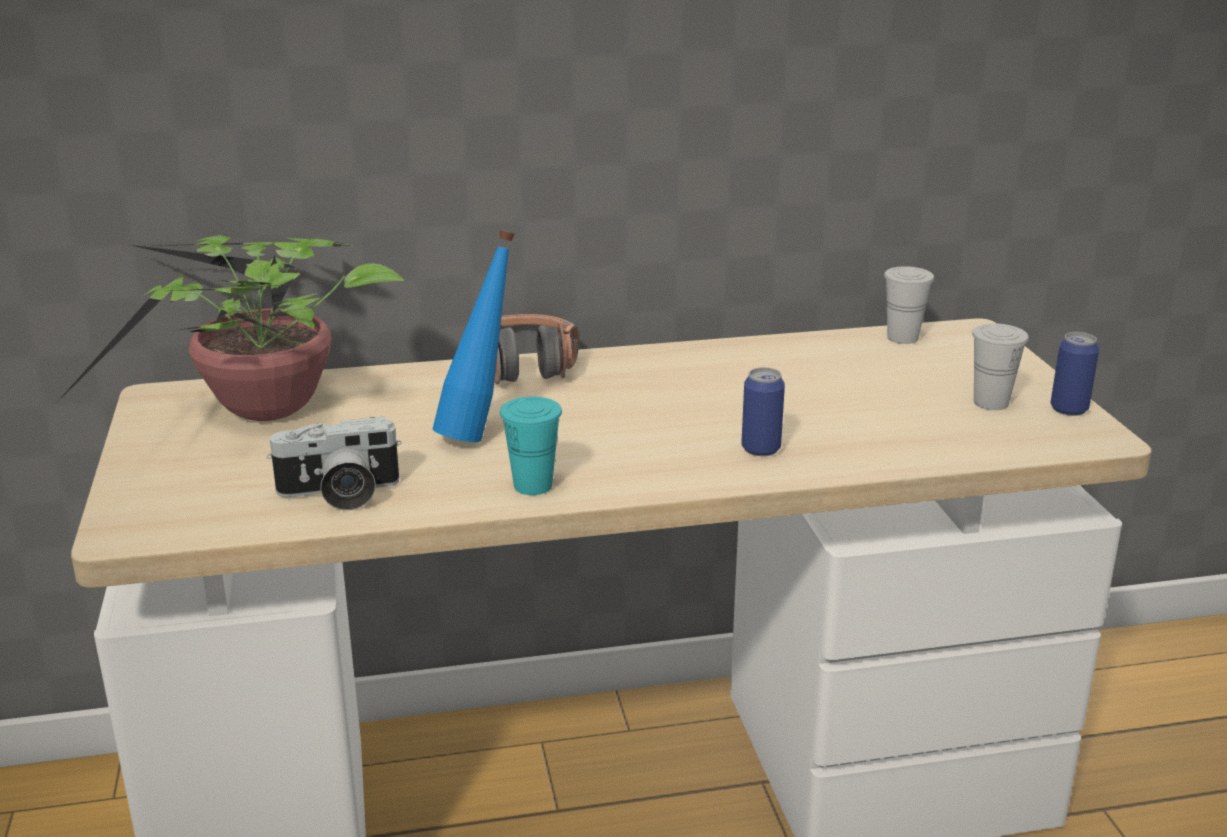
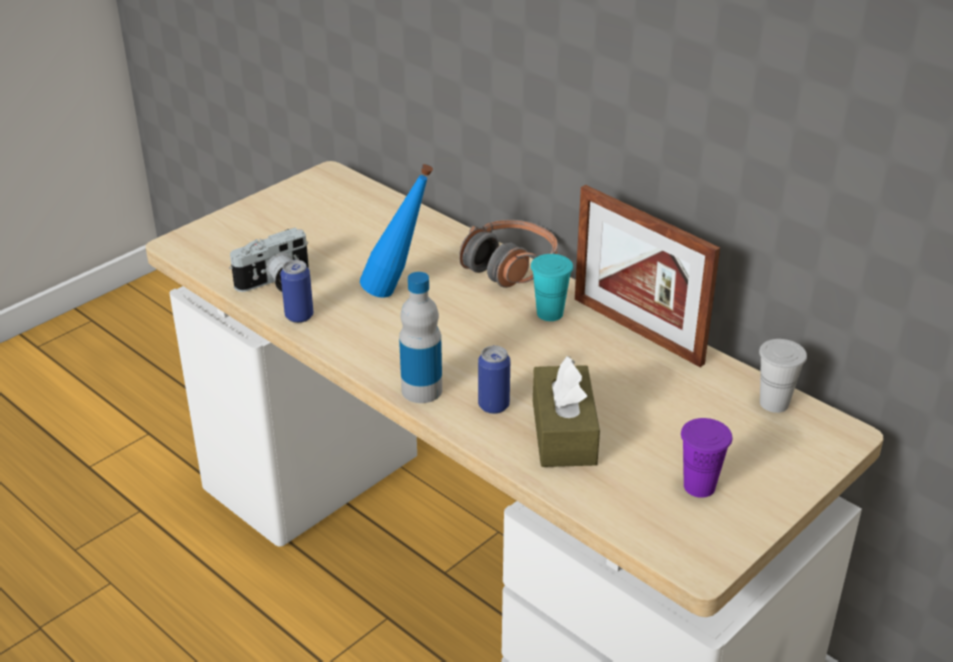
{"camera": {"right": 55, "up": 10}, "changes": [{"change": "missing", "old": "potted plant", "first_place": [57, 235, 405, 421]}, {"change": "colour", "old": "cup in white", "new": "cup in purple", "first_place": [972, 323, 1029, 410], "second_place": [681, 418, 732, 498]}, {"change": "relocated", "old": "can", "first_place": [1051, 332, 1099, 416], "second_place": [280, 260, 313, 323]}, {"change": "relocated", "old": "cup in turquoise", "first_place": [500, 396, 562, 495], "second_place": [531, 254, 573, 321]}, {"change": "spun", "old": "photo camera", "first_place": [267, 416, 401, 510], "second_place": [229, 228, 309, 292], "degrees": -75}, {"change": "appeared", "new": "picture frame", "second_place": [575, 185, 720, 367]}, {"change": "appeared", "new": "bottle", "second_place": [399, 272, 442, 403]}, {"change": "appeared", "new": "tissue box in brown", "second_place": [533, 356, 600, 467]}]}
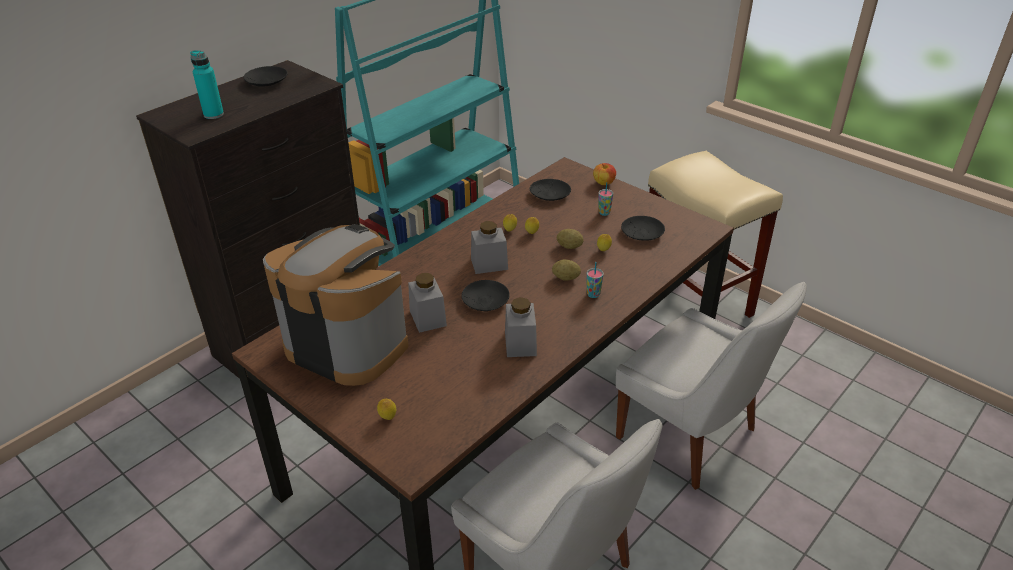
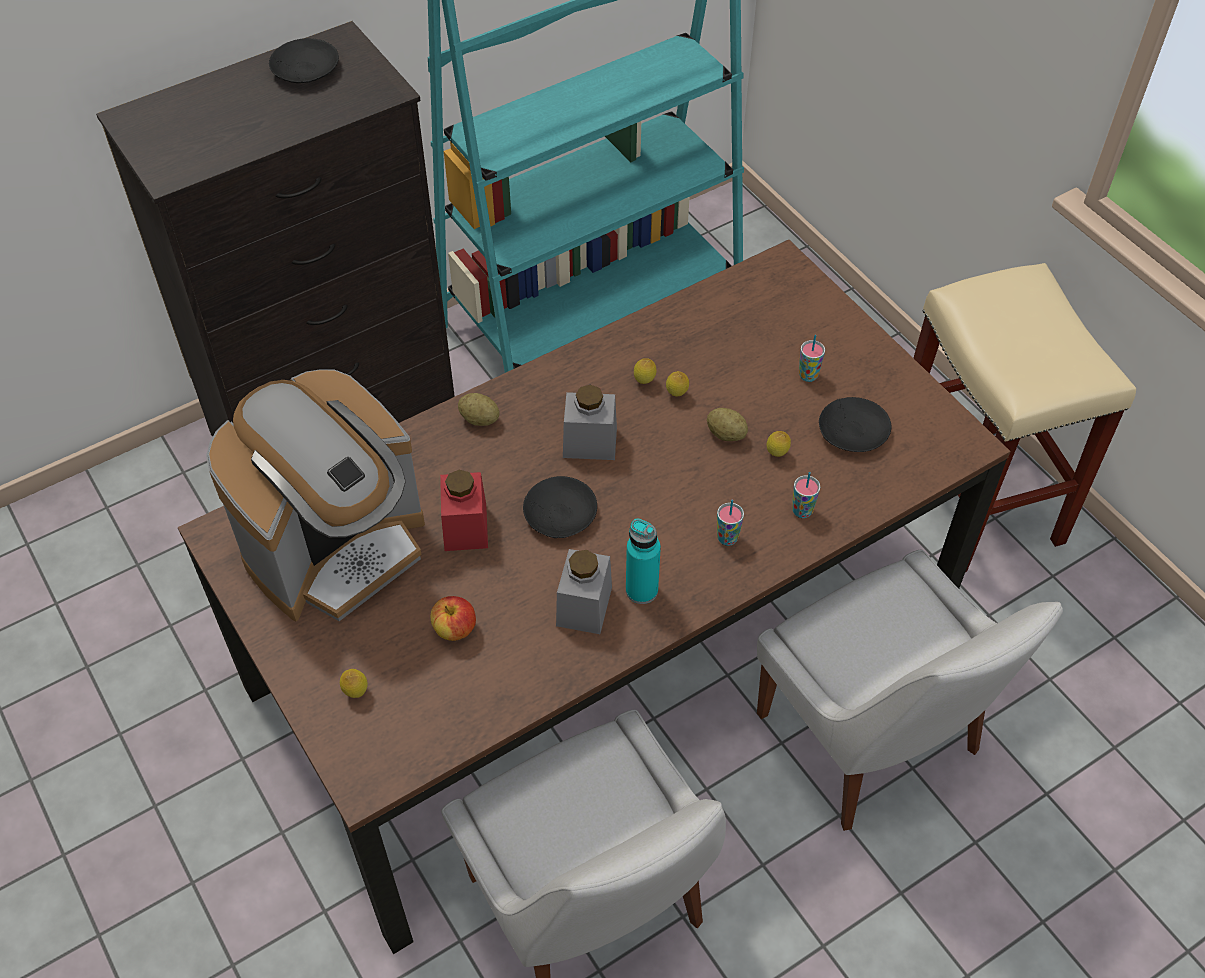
{"camera": {"right": 15, "up": 15}, "changes": [{"change": "relocated", "old": "bottle in turquoise", "first_place": [190, 50, 224, 119], "second_place": [626, 519, 661, 604]}, {"change": "relocated", "old": "apple", "first_place": [593, 163, 616, 185], "second_place": [431, 596, 476, 641]}, {"change": "missing", "old": "plate in black", "first_place": [529, 179, 571, 201]}, {"change": "spun", "old": "coffee machine", "first_place": [263, 224, 409, 386], "second_place": [206, 370, 425, 622], "degrees": 90}, {"change": "relocated", "old": "potato", "first_place": [552, 259, 581, 281], "second_place": [458, 393, 500, 426]}, {"change": "colour", "old": "jar in grey", "new": "jar in red", "first_place": [408, 273, 447, 333], "second_place": [440, 470, 488, 551]}, {"change": "appeared", "new": "cup", "second_place": [792, 472, 820, 518]}]}
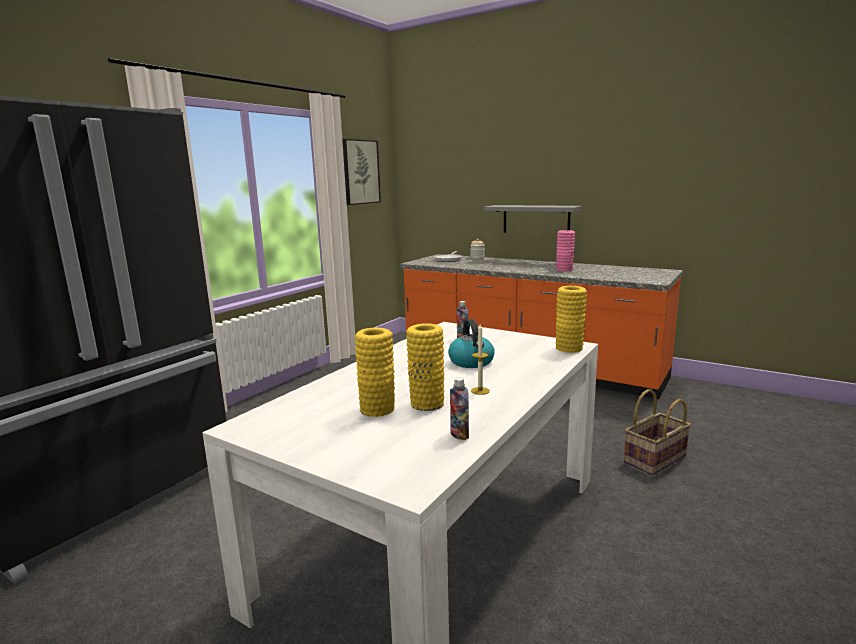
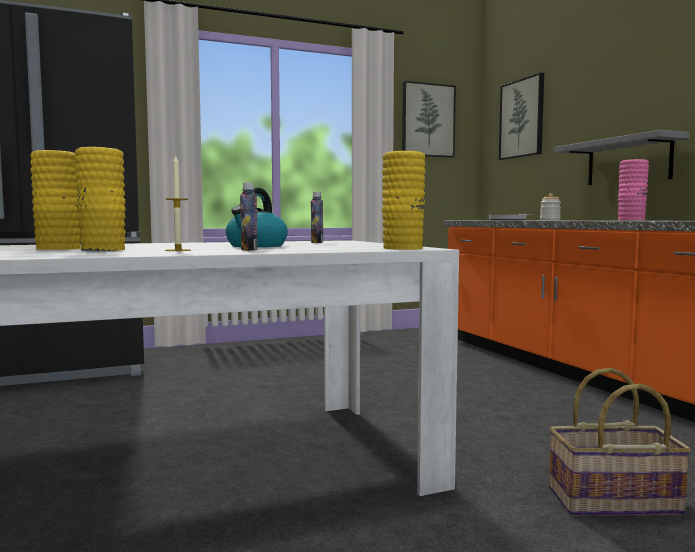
{"camera": {"right": 35, "up": -10}, "changes": [{"change": "relocated", "old": "bottle", "first_place": [450, 377, 469, 440], "second_place": [240, 183, 258, 251]}, {"change": "appeared", "new": "picture", "second_place": [499, 73, 544, 160]}]}
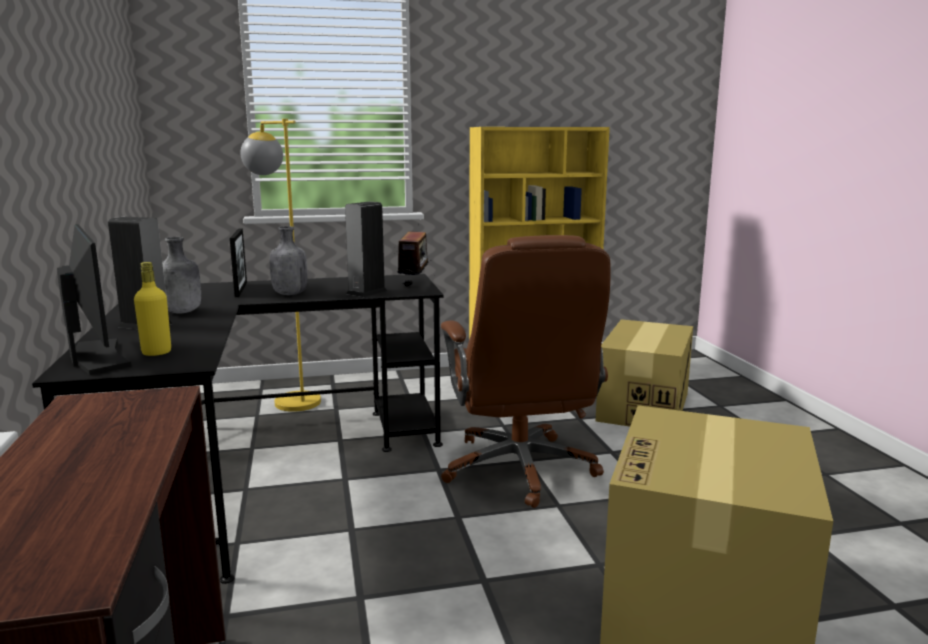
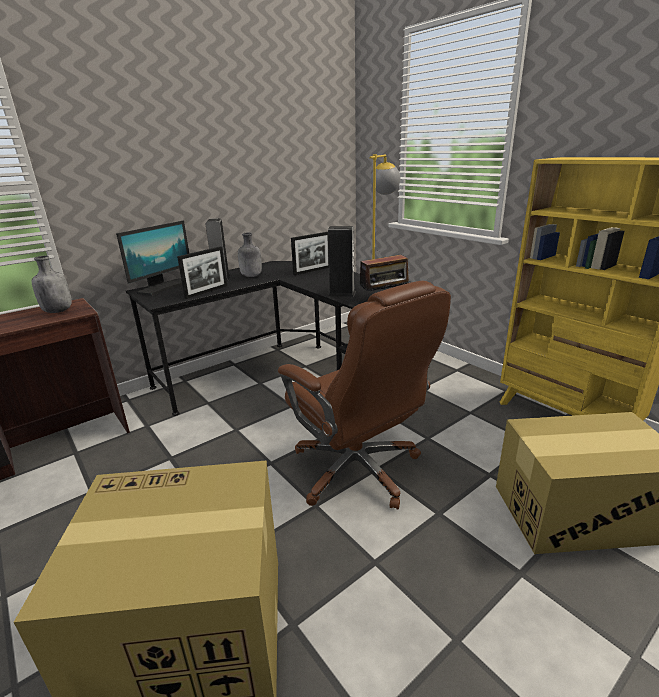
{"camera": {"right": 65, "up": 10}, "changes": [{"change": "relocated", "old": "bottle in grey", "first_place": [270, 226, 307, 295], "second_place": [32, 256, 71, 313]}, {"change": "spun", "old": "office chair in brown", "first_place": [441, 235, 610, 508], "second_place": [278, 281, 451, 509], "degrees": -90}, {"change": "missing", "old": "bottle in yellow", "first_place": [134, 262, 171, 356]}, {"change": "appeared", "new": "picture frame", "second_place": [177, 246, 227, 299]}]}
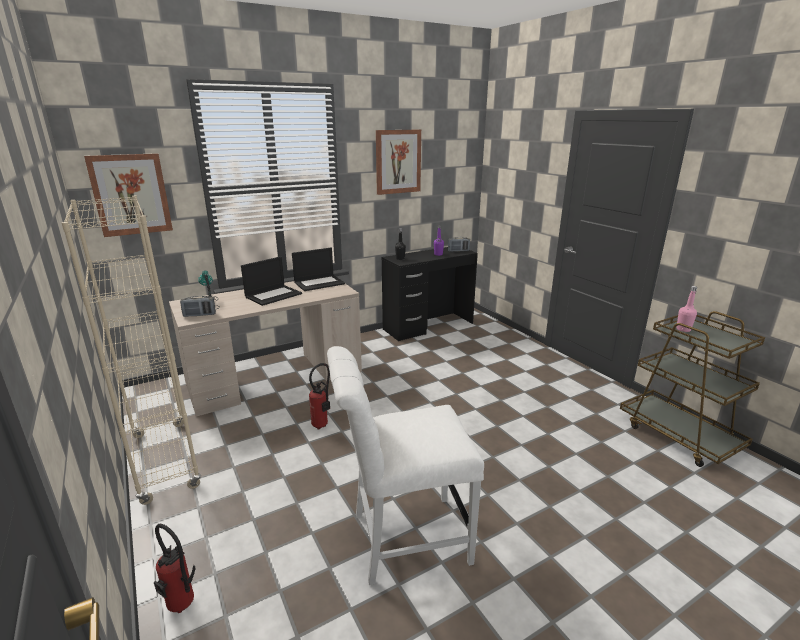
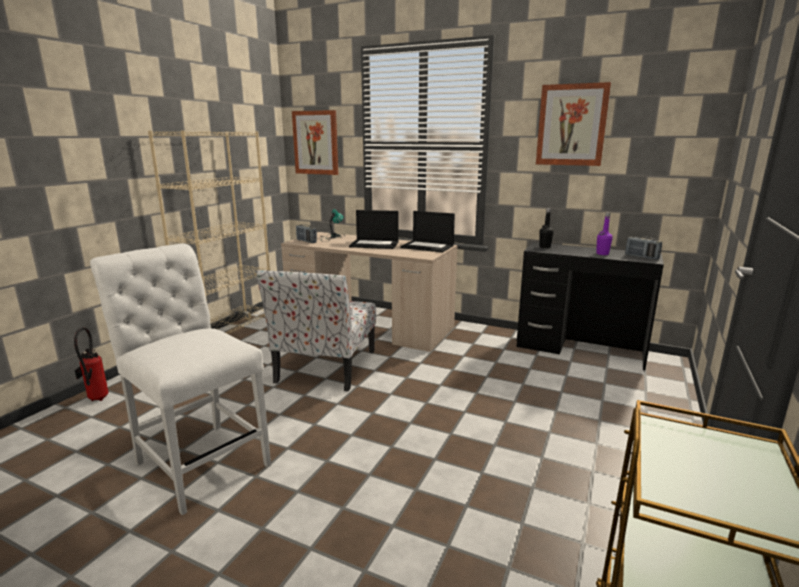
{"camera": {"right": 55, "up": -5}, "changes": [{"change": "missing", "old": "bottle in pink", "first_place": [676, 286, 697, 332]}, {"change": "exchanged", "old": "fire extinguisher", "new": "chair", "first_place": [309, 363, 330, 429], "second_place": [257, 270, 376, 391]}]}
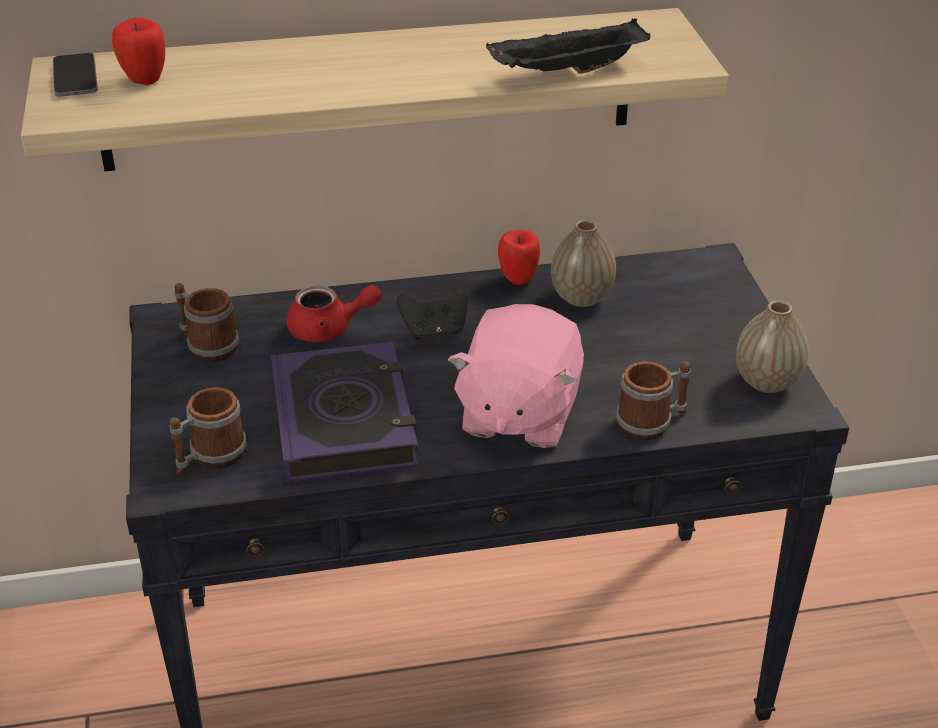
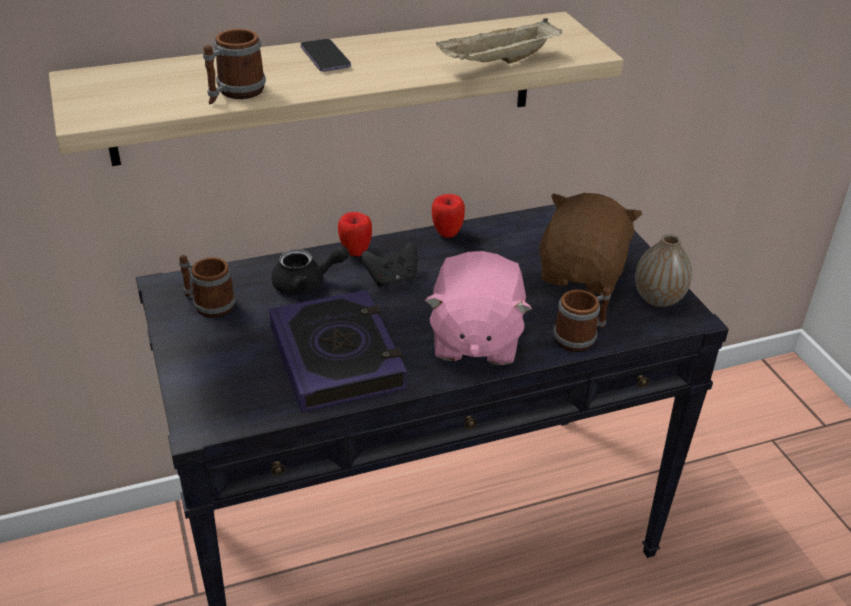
{"camera": {"right": -10, "up": 0}, "changes": [{"change": "relocated", "old": "apple", "first_place": [112, 18, 165, 85], "second_place": [338, 212, 372, 256]}, {"change": "colour", "old": "tray in black", "new": "tray in beige", "first_place": [486, 18, 650, 74], "second_place": [436, 18, 562, 64]}, {"change": "relocated", "old": "phone", "first_place": [53, 53, 98, 97], "second_place": [300, 39, 351, 72]}, {"change": "missing", "old": "vase", "first_place": [551, 220, 616, 307]}, {"change": "colour", "old": "teapot in red", "new": "teapot in black", "first_place": [286, 285, 382, 342], "second_place": [271, 245, 349, 295]}, {"change": "relocated", "old": "mug", "first_place": [169, 387, 247, 475], "second_place": [203, 29, 266, 104]}, {"change": "appeared", "new": "plush toy in brown", "second_place": [539, 193, 642, 295]}]}
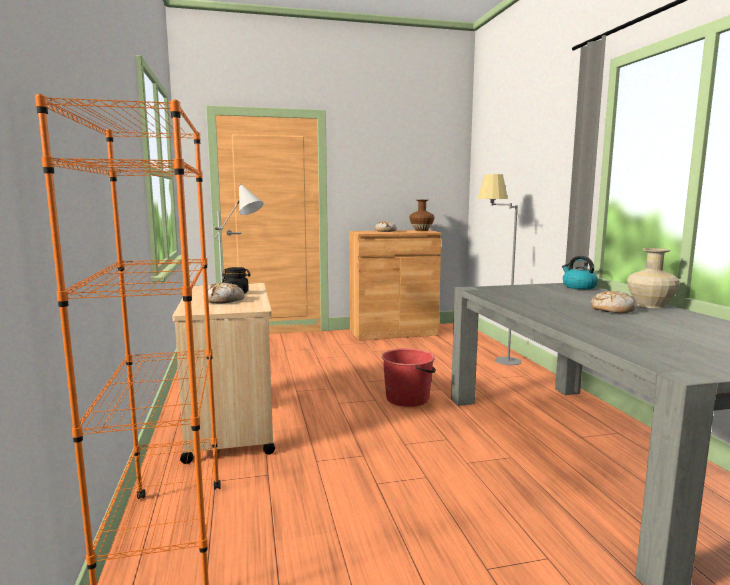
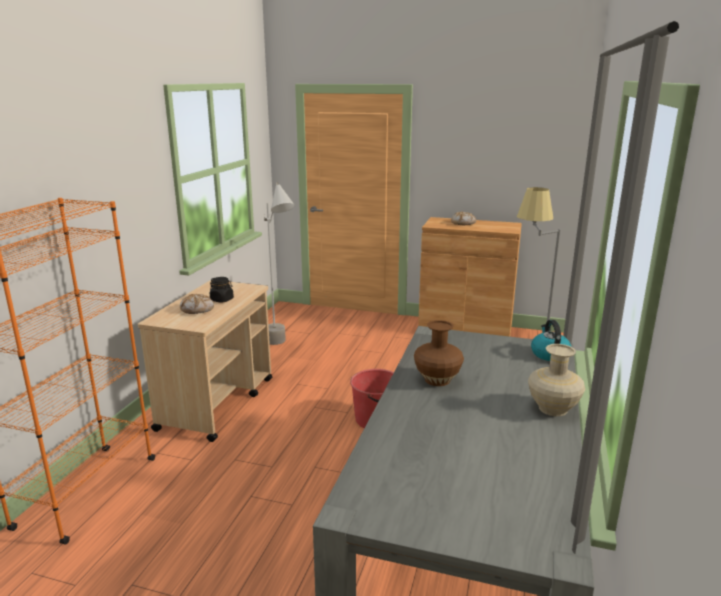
{"camera": {"right": 30, "up": 10}, "changes": [{"change": "relocated", "old": "vase in brown", "first_place": [409, 200, 435, 231], "second_place": [414, 320, 464, 386]}, {"change": "missing", "old": "bread", "first_place": [591, 291, 636, 313]}]}
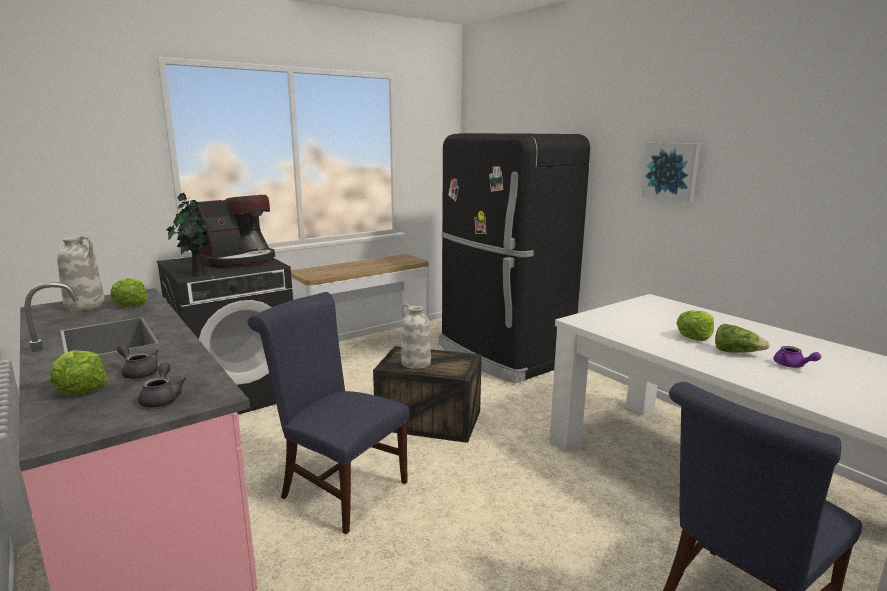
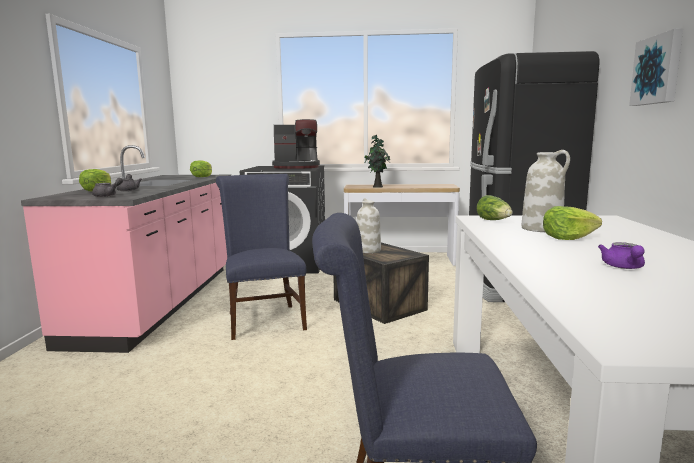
{"camera": {"right": 40, "up": -5}, "changes": [{"change": "relocated", "old": "potted plant", "first_place": [167, 193, 214, 276], "second_place": [364, 135, 390, 188]}, {"change": "relocated", "old": "vase in white", "first_place": [57, 235, 105, 311], "second_place": [521, 150, 570, 232]}, {"change": "relocated", "old": "lettuce", "first_place": [715, 324, 770, 353], "second_place": [477, 195, 513, 220]}]}
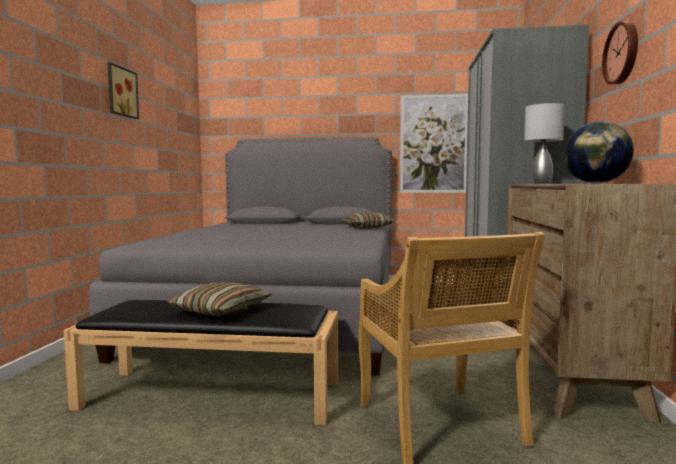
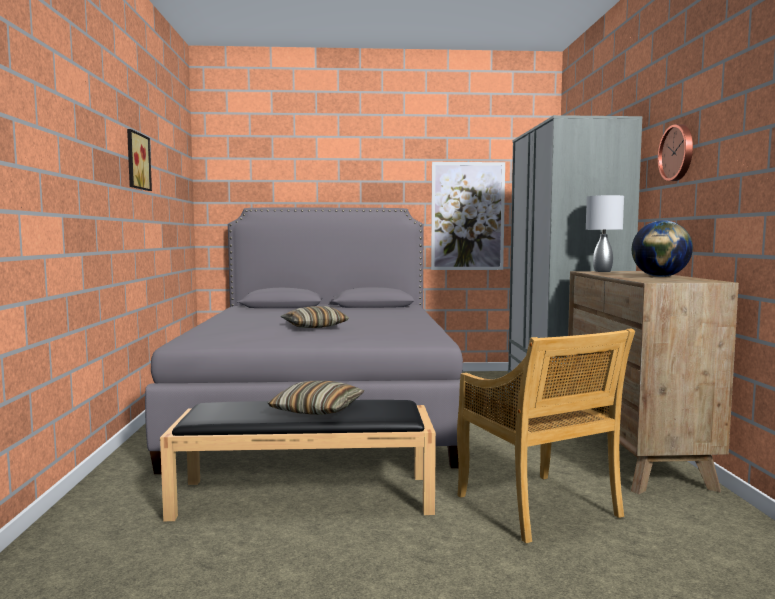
{"camera": {"right": -10, "up": 0}, "changes": [{"change": "relocated", "old": "pillow", "first_place": [342, 212, 394, 229], "second_place": [281, 306, 349, 328]}]}
